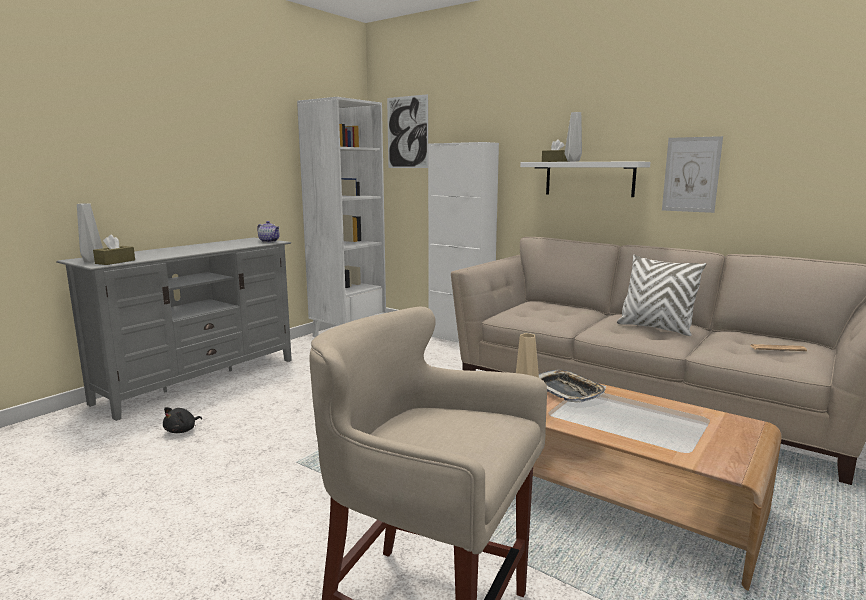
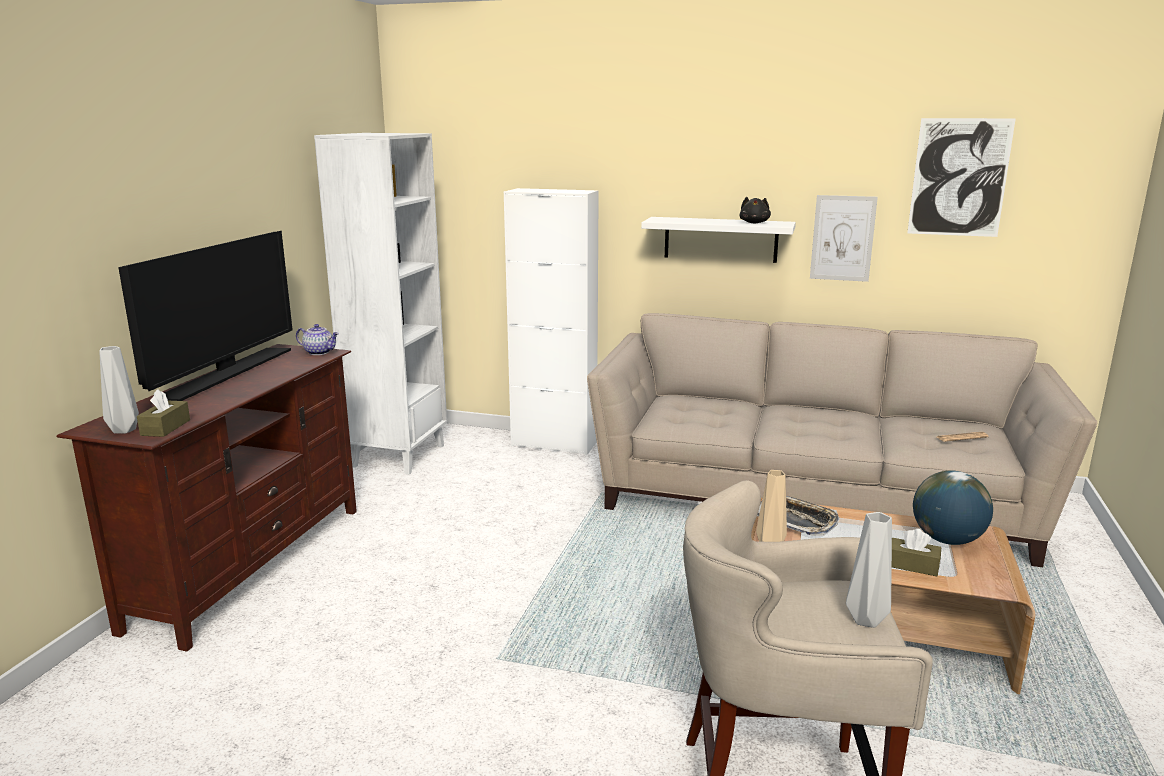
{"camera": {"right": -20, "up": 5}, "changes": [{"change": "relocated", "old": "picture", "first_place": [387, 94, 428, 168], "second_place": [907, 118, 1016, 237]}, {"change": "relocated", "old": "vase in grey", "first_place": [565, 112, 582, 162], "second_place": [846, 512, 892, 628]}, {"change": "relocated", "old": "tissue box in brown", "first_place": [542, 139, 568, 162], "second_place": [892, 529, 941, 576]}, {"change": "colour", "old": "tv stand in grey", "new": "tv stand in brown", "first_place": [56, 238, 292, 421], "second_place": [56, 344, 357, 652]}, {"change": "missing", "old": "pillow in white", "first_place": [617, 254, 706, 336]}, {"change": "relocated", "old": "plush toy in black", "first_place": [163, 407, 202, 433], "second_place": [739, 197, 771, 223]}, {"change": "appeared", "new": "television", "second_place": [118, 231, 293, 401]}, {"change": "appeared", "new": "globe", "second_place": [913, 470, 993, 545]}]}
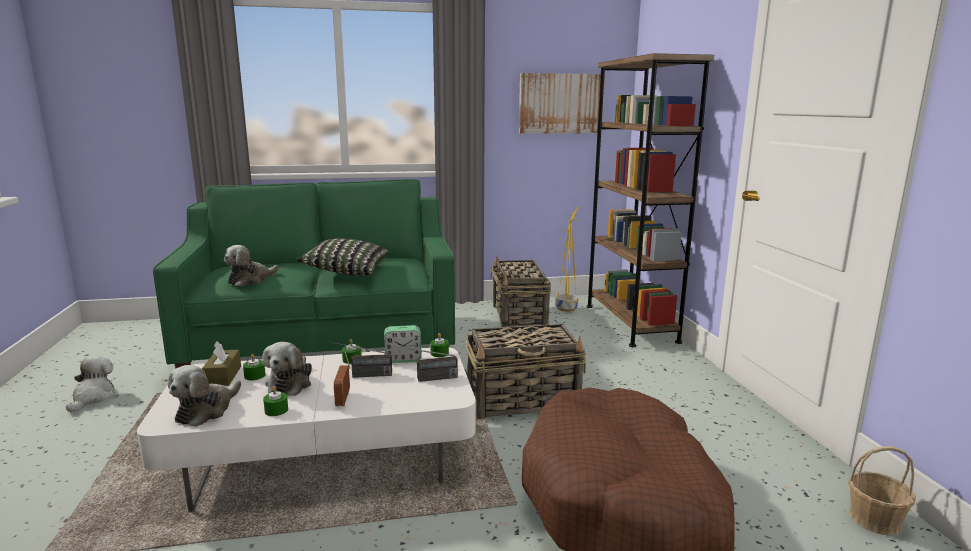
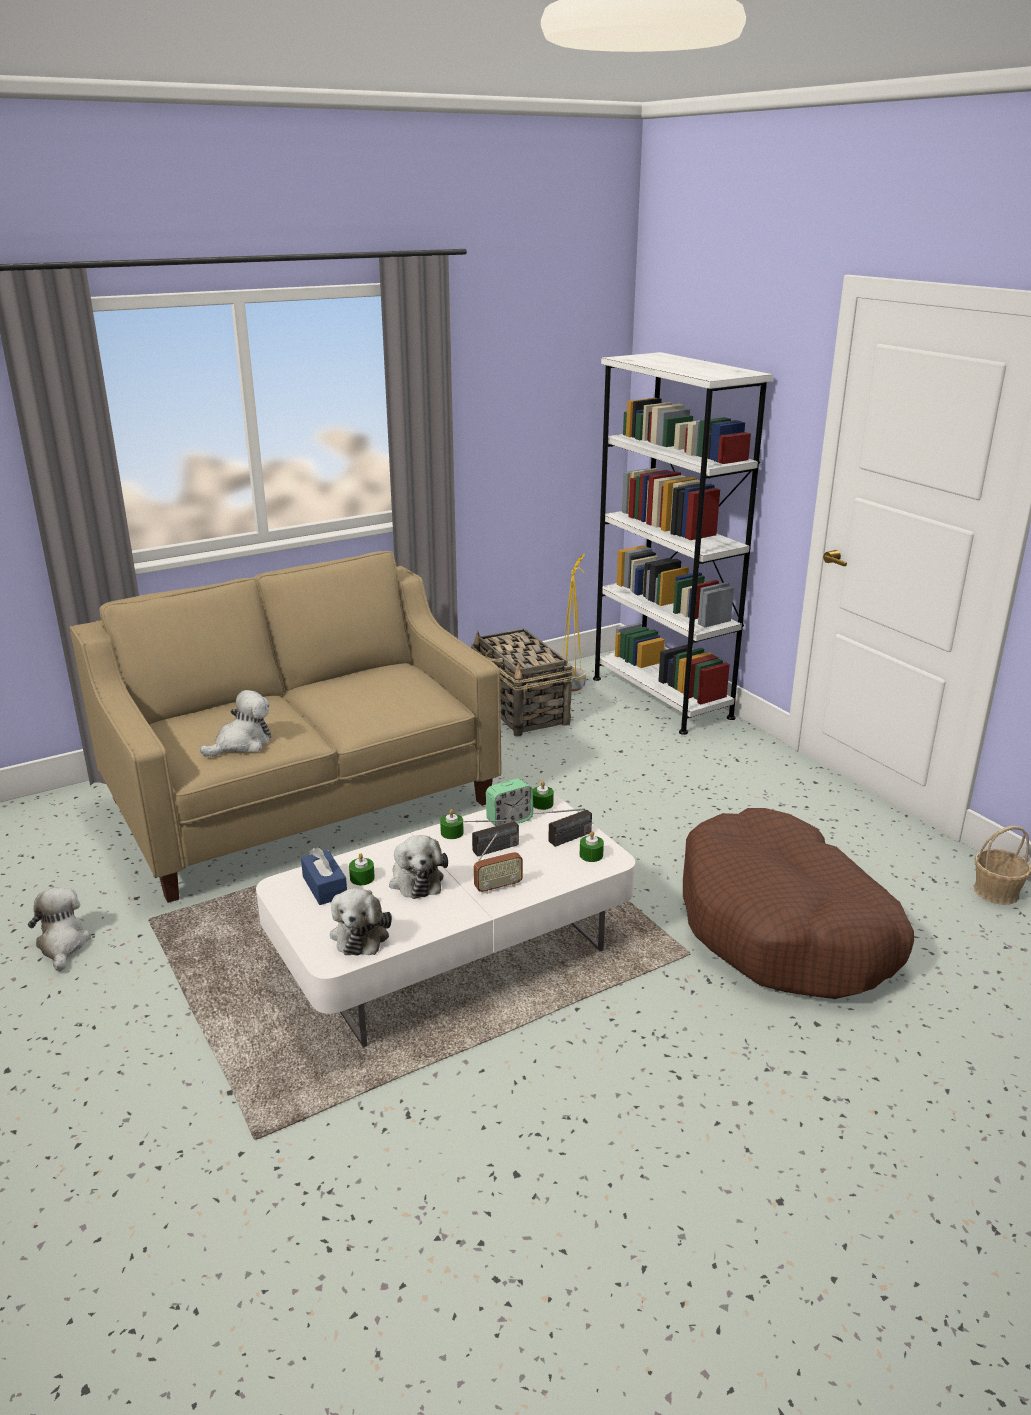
{"camera": {"right": -20, "up": 10}, "changes": [{"change": "colour", "old": "bookcase in brown", "new": "bookcase in white", "first_place": [586, 53, 714, 347], "second_place": [593, 352, 773, 735]}, {"change": "missing", "old": "picture", "first_place": [519, 73, 605, 134]}, {"change": "colour", "old": "sofa in green", "new": "sofa in beige", "first_place": [153, 179, 455, 368], "second_place": [70, 551, 502, 903]}, {"change": "missing", "old": "pillow", "first_place": [297, 238, 389, 276]}, {"change": "spun", "old": "plush toy", "first_place": [224, 245, 279, 287], "second_place": [200, 690, 271, 757], "degrees": -150}, {"change": "missing", "old": "basket", "first_place": [466, 324, 586, 419]}, {"change": "colour", "old": "tissue box in brown", "new": "tissue box in blue", "first_place": [202, 341, 241, 386], "second_place": [301, 847, 347, 905]}, {"change": "spun", "old": "radio", "first_place": [334, 352, 351, 407], "second_place": [474, 834, 523, 894], "degrees": -90}, {"change": "relocated", "old": "candle in green", "first_place": [263, 386, 288, 416], "second_place": [580, 831, 604, 862]}]}
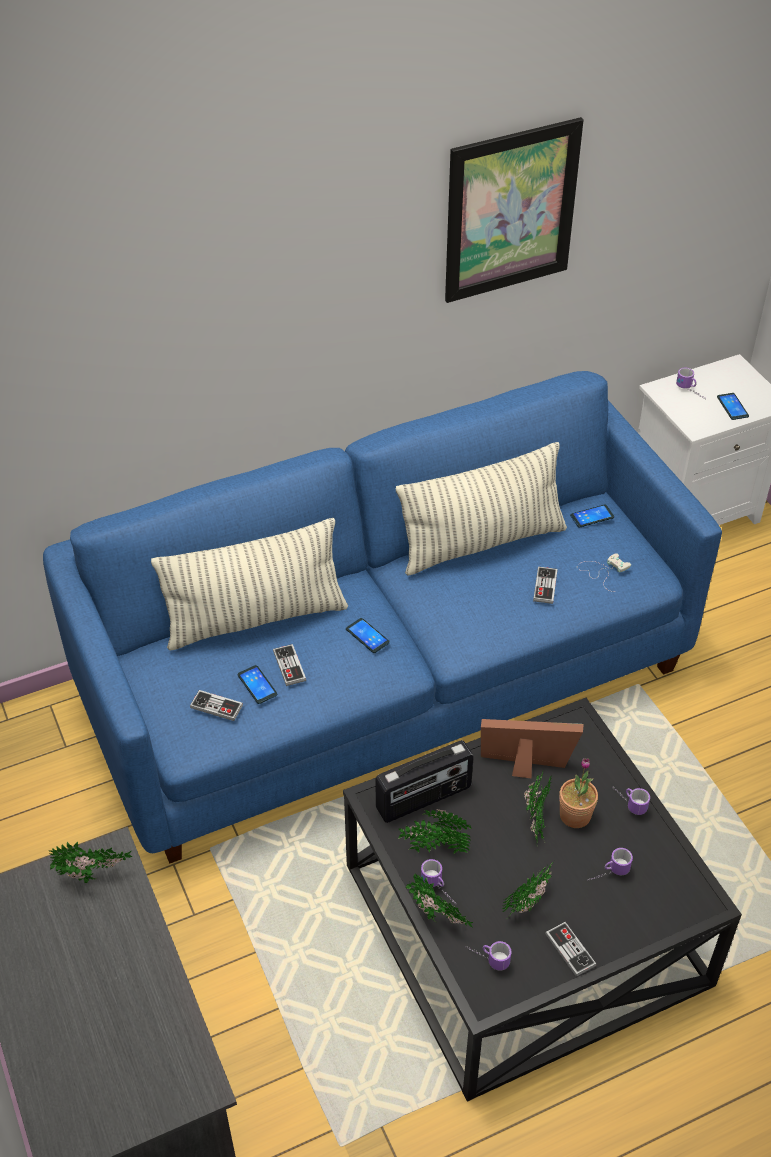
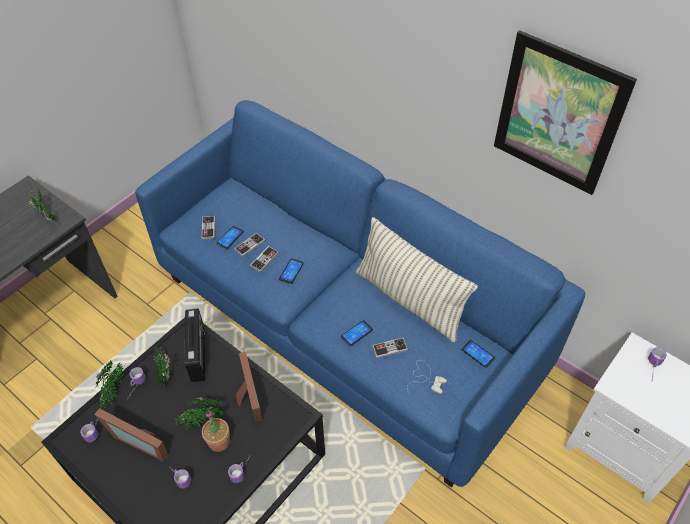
{"camera": {"right": 65, "up": 5}, "changes": [{"change": "relocated", "old": "phone", "first_place": [717, 393, 749, 420], "second_place": [340, 320, 373, 347]}, {"change": "missing", "old": "pillow", "first_place": [151, 518, 348, 650]}, {"change": "spun", "old": "radio", "first_place": [375, 740, 474, 823], "second_place": [185, 308, 205, 382], "degrees": -135}, {"change": "exchanged", "old": "potted plant", "new": "picture frame", "first_place": [502, 863, 552, 919], "second_place": [94, 408, 168, 462]}, {"change": "relocated", "old": "game controller", "first_place": [545, 922, 596, 977], "second_place": [250, 246, 279, 273]}]}
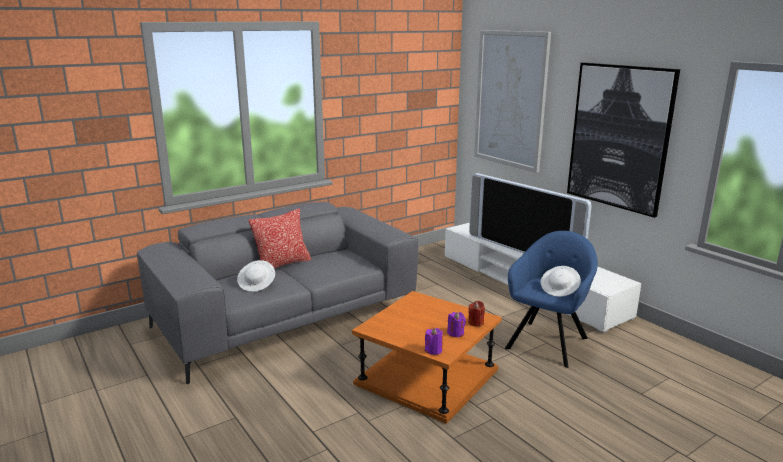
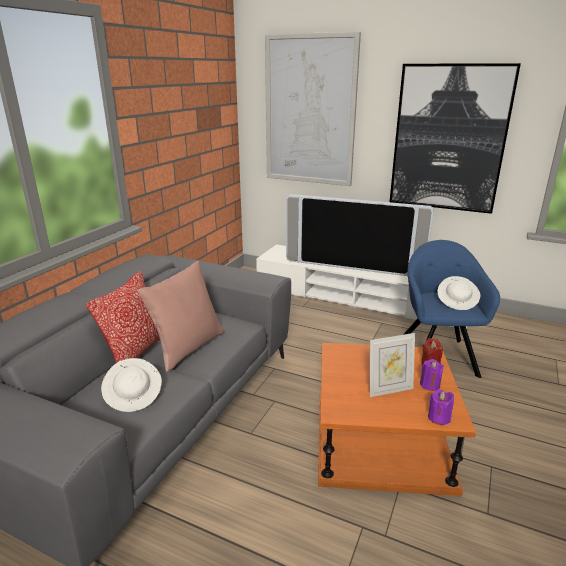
{"camera": {"right": -30, "up": 5}, "changes": [{"change": "appeared", "new": "pillow in pink", "second_place": [137, 261, 225, 372]}, {"change": "appeared", "new": "picture frame", "second_place": [370, 333, 415, 397]}]}
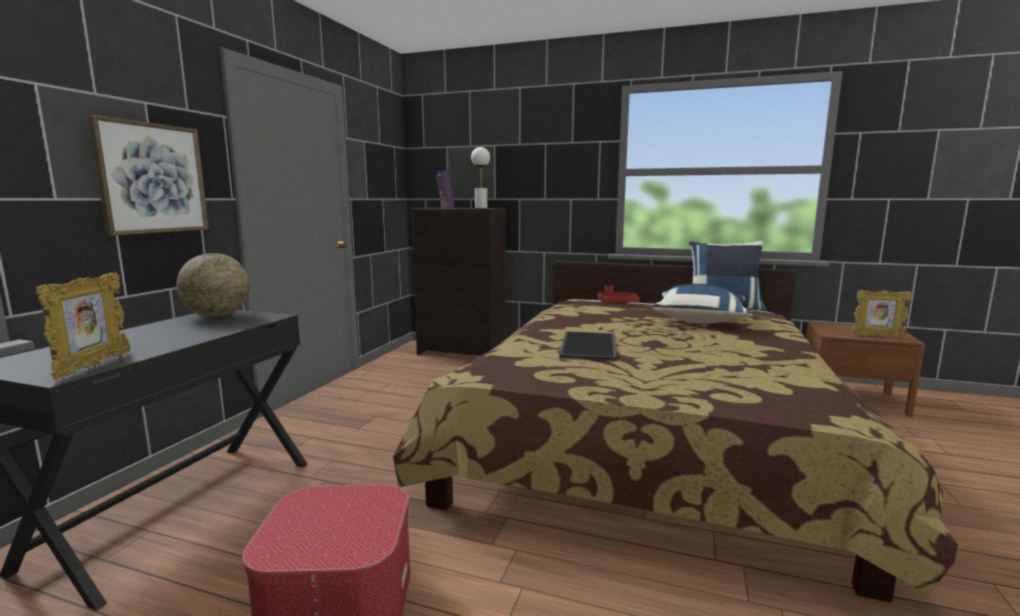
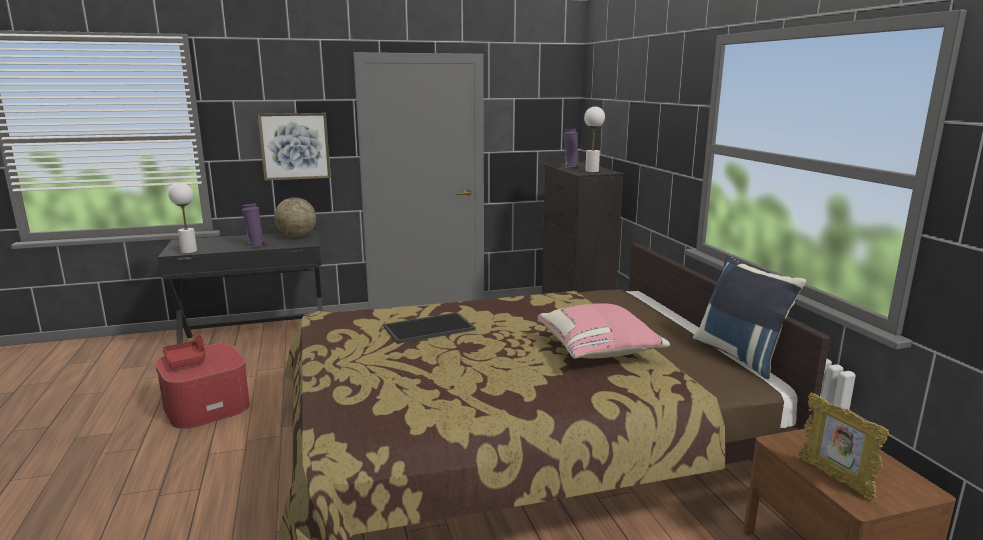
{"camera": {"right": 55, "up": 5}, "changes": [{"change": "exchanged", "old": "picture frame", "new": "table lamp in white", "first_place": [36, 272, 130, 380], "second_place": [168, 182, 197, 253]}, {"change": "colour", "old": "pillow in blue", "new": "pillow in pink", "first_place": [652, 284, 753, 324], "second_place": [537, 303, 670, 359]}, {"change": "relocated", "old": "tray in red", "first_place": [597, 285, 640, 304], "second_place": [163, 335, 206, 369]}, {"change": "appeared", "new": "vase in purple", "second_place": [242, 203, 266, 247]}]}
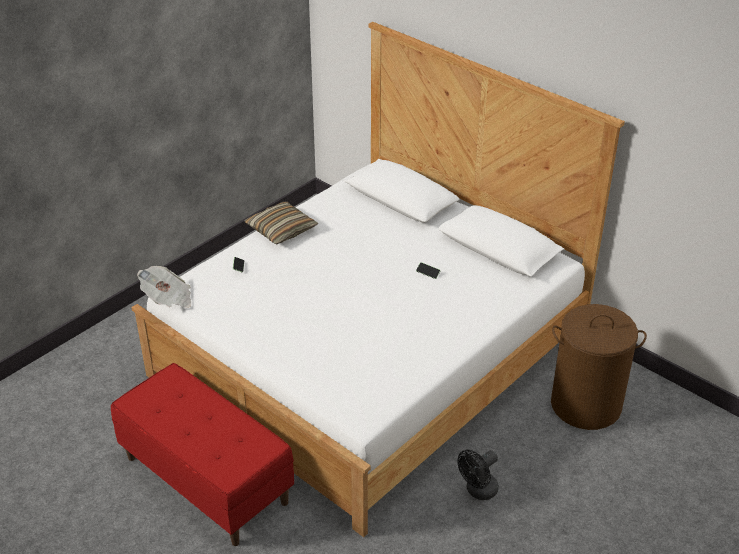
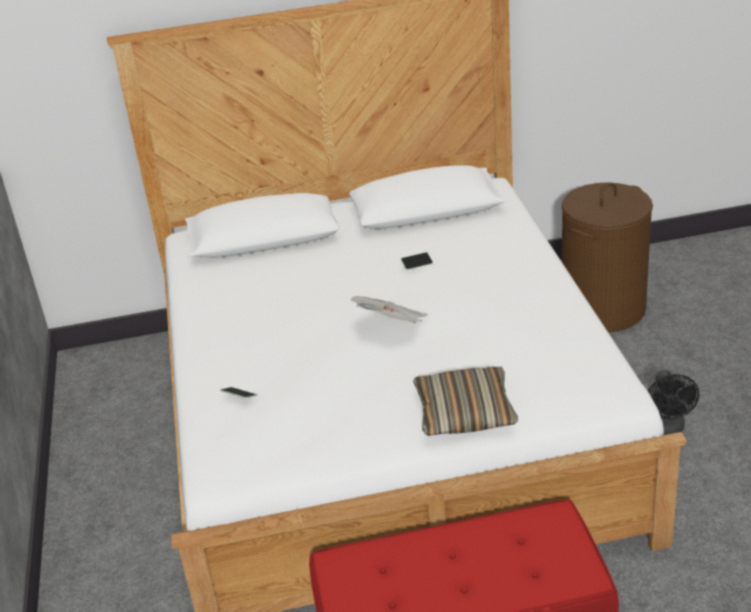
{"camera": {"right": -50, "up": -5}, "changes": [{"change": "relocated", "old": "pillow", "first_place": [244, 201, 319, 245], "second_place": [413, 367, 518, 436]}, {"change": "relocated", "old": "newspaper", "first_place": [137, 266, 191, 308], "second_place": [351, 296, 428, 323]}]}
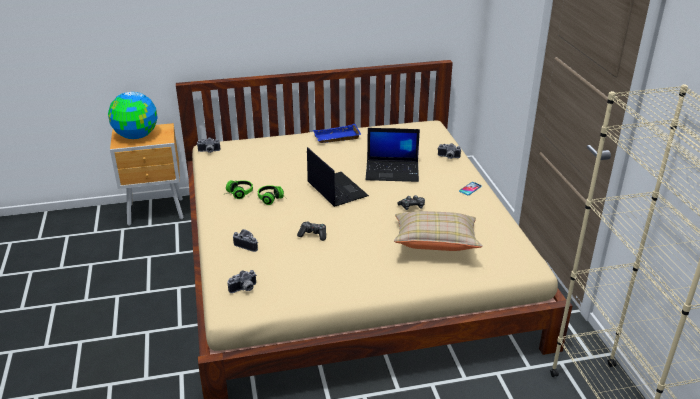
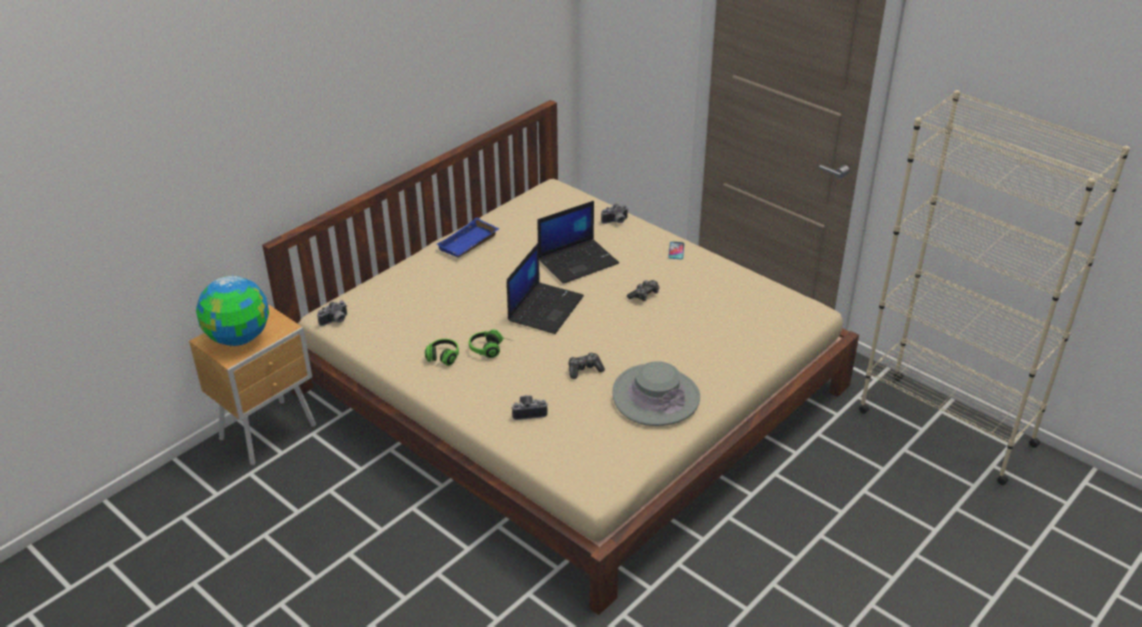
{"camera": {"right": -35, "up": 5}, "changes": [{"change": "spun", "old": "laptop", "first_place": [307, 147, 369, 207], "second_place": [507, 243, 584, 334], "degrees": 90}, {"change": "missing", "old": "pillow in beige", "first_place": [394, 211, 483, 251]}, {"change": "missing", "old": "photo camera", "first_place": [227, 270, 257, 293]}, {"change": "appeared", "new": "hat in grey", "second_place": [612, 361, 700, 426]}]}
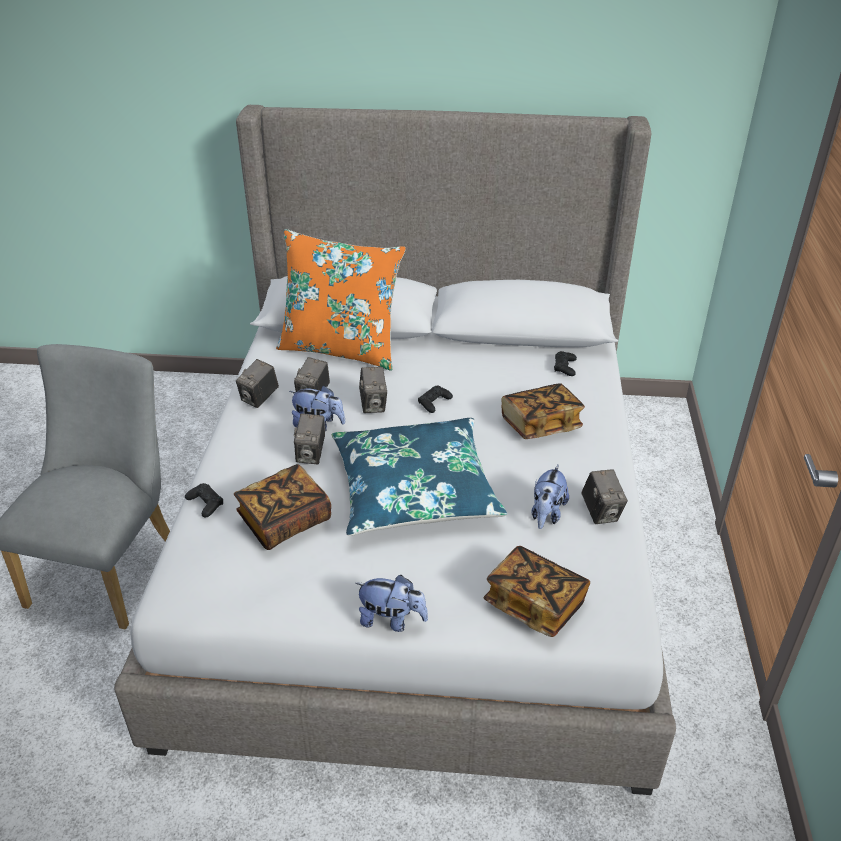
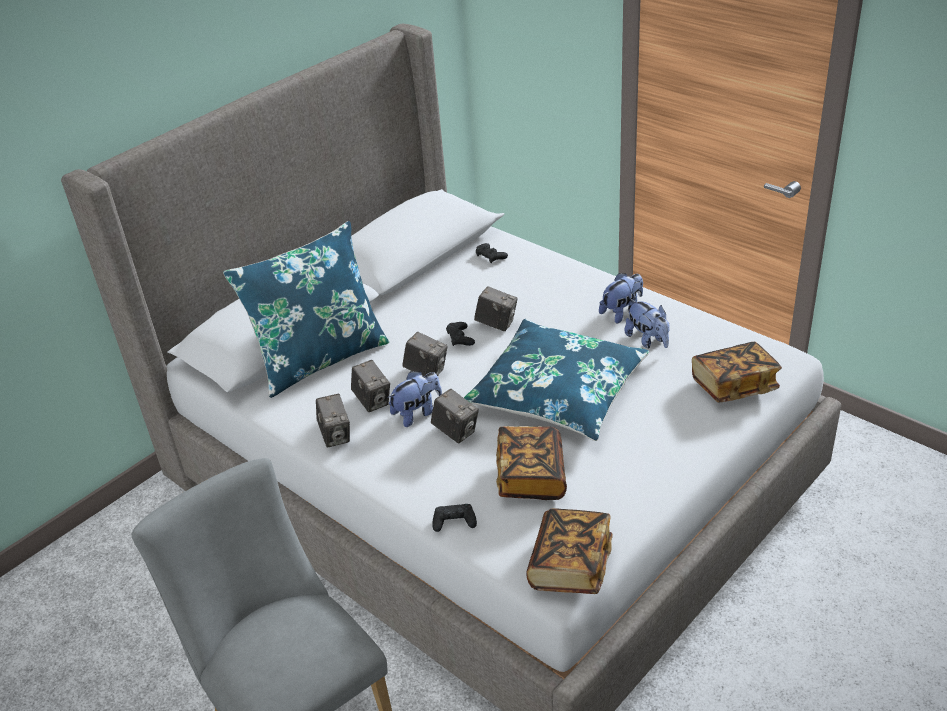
{"camera": {"right": -50, "up": 0}, "changes": [{"change": "colour", "old": "pillow in orange", "new": "pillow in blue", "first_place": [276, 229, 406, 371], "second_place": [223, 221, 389, 398]}, {"change": "relocated", "old": "book", "first_place": [501, 383, 585, 439], "second_place": [526, 508, 613, 594]}, {"change": "relocated", "old": "photo camera", "first_place": [581, 469, 628, 524], "second_place": [474, 286, 518, 331]}, {"change": "relocated", "old": "plush toy", "first_place": [355, 575, 428, 632], "second_place": [599, 273, 643, 323]}]}
